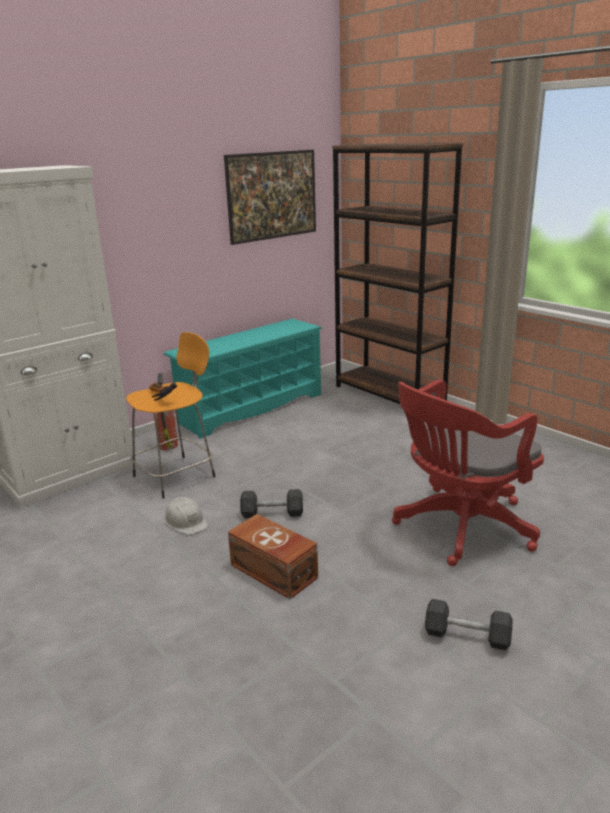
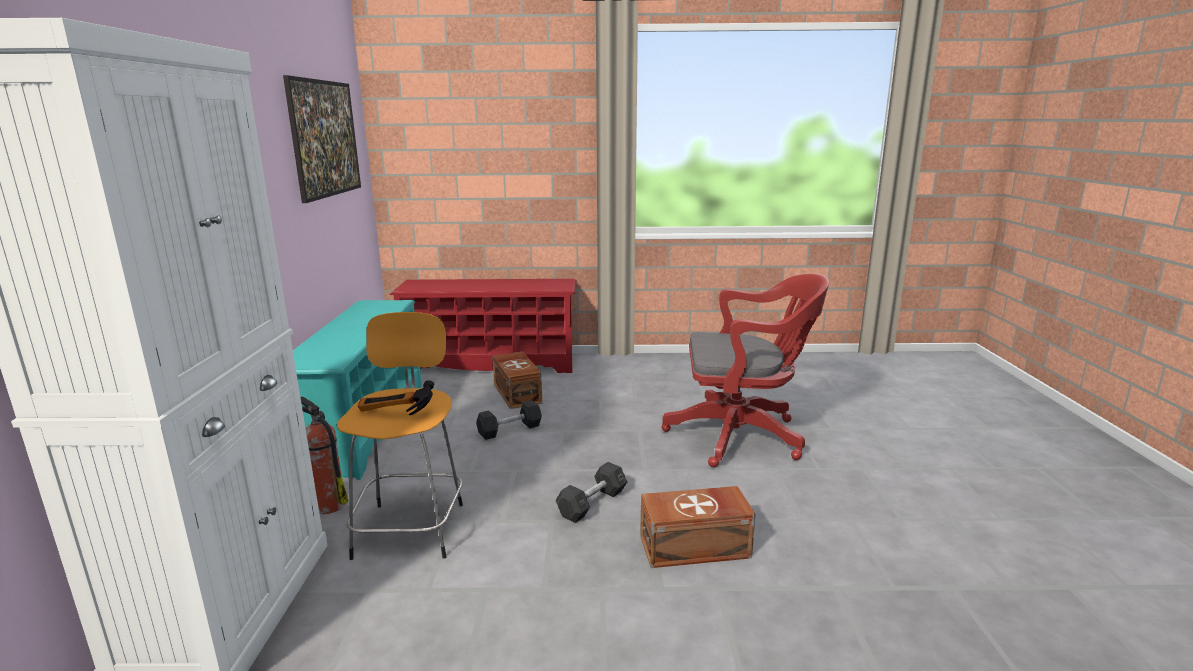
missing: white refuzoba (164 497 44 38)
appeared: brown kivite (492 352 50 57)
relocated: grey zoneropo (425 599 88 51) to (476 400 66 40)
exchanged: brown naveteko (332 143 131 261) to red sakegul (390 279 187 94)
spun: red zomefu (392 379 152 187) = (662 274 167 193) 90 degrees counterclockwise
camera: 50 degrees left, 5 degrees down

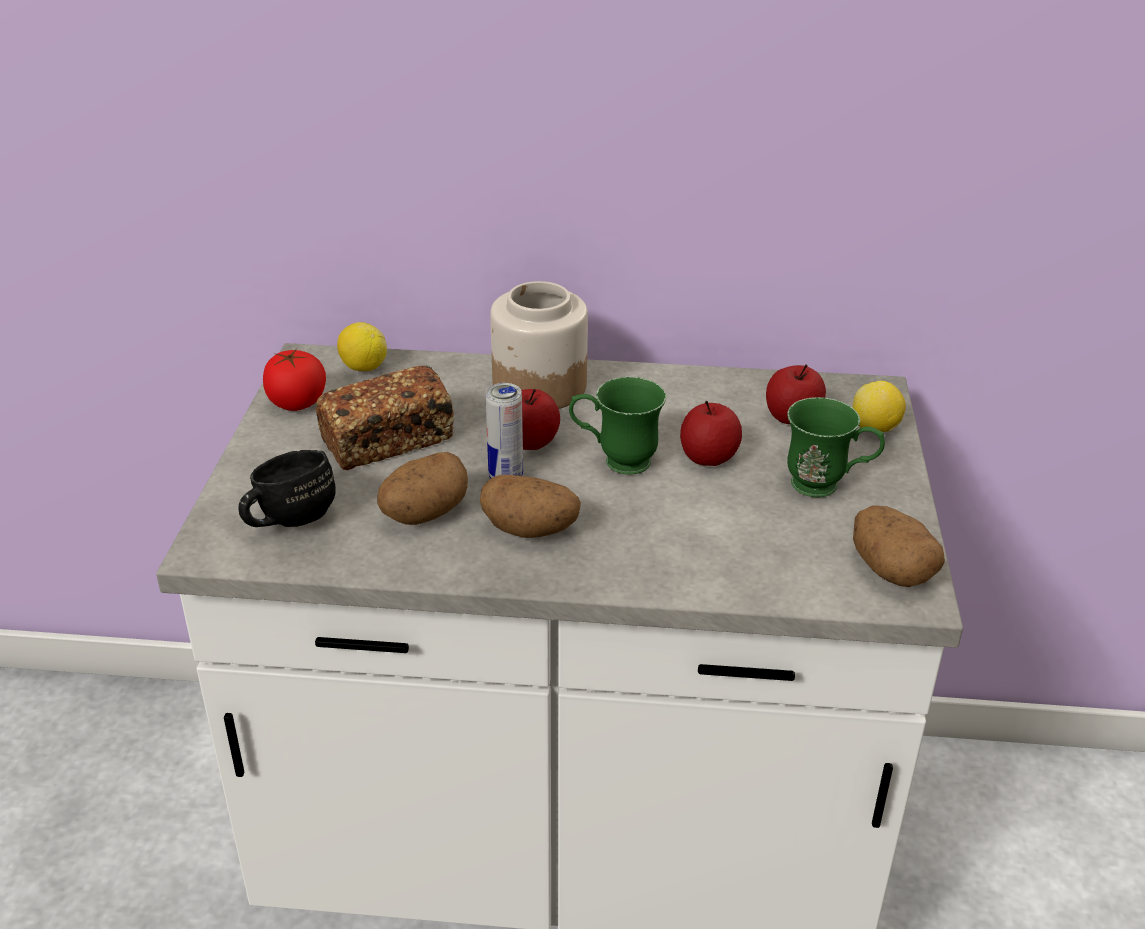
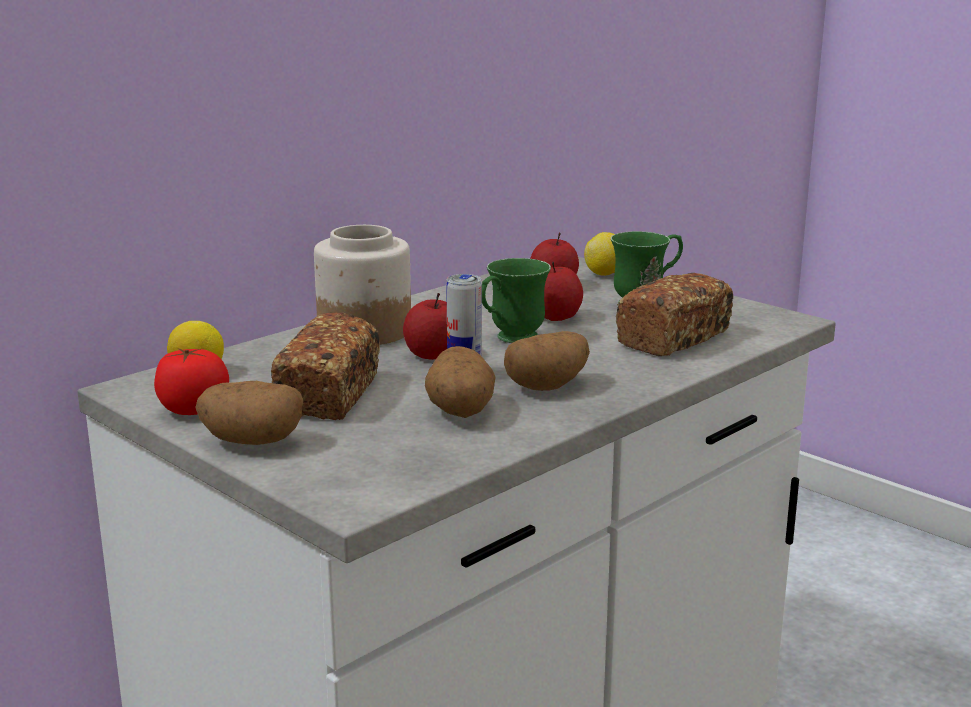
missing: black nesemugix (238 450 98 77)
appeared: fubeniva (616 273 117 83)
relocated: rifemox (853 505 92 82) to (195 381 108 64)
camera: 50 degrees left, 15 degrees down

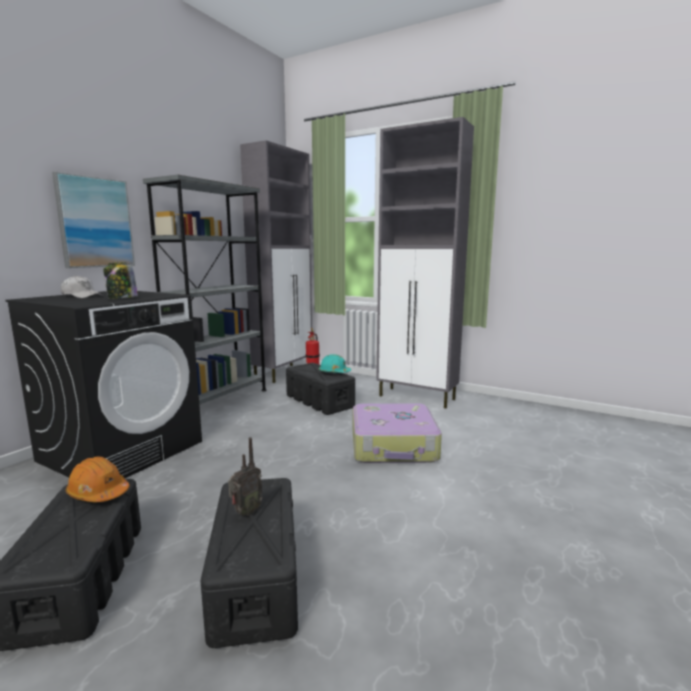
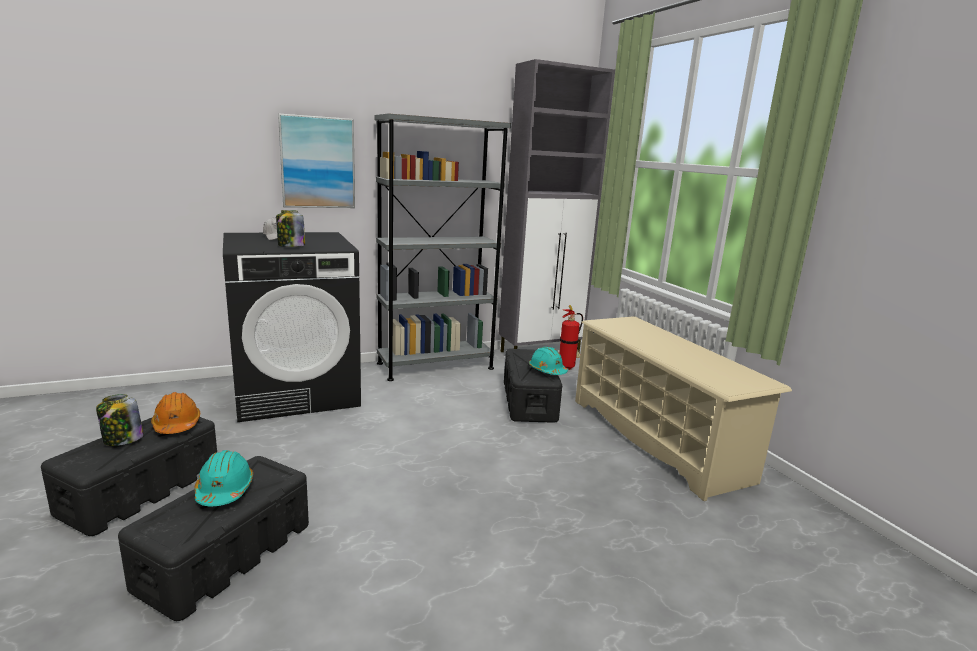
missing: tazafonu (353 403 89 60)
appeared: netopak (96 394 48 52)
exchanged: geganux (228 437 35 79) to turquoise refuzoba (194 450 59 56); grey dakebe (376 117 98 291) to beige sakegul (575 316 217 185)
camera: 35 degrees right, 5 degrees up

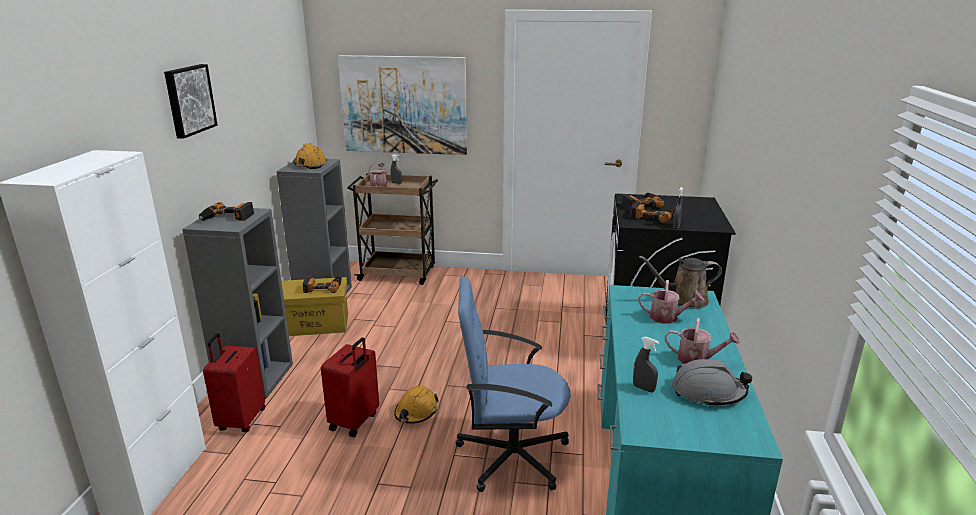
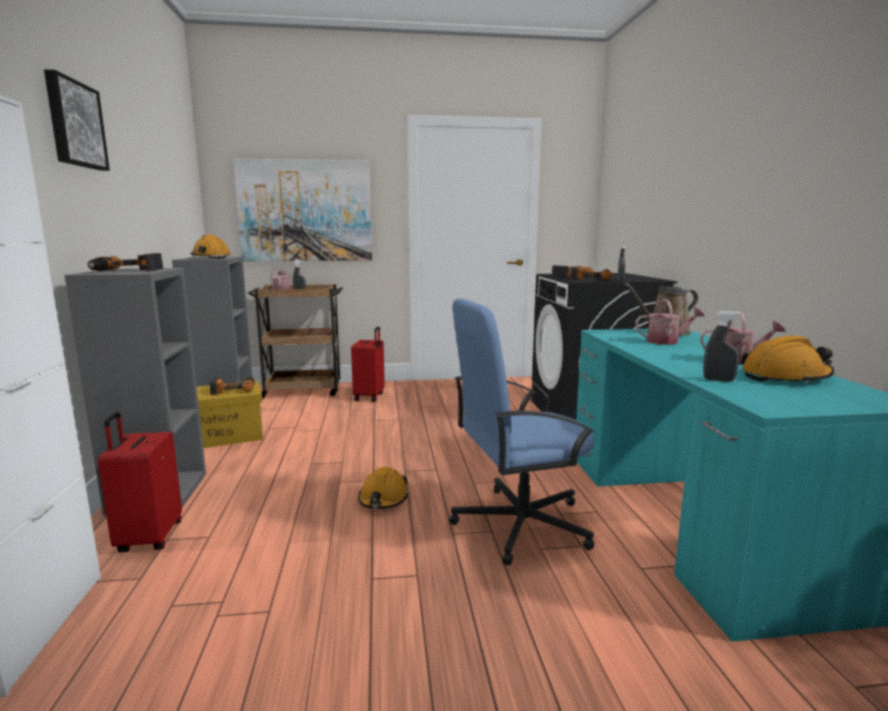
relocated: red tazafonu (321 337 58 100) to (351 327 34 75)
colour: grey refuzoba (672 359 80 48) to orange refuzoba (741 336 93 48)
camera: 15 degrees left, 10 degrees down

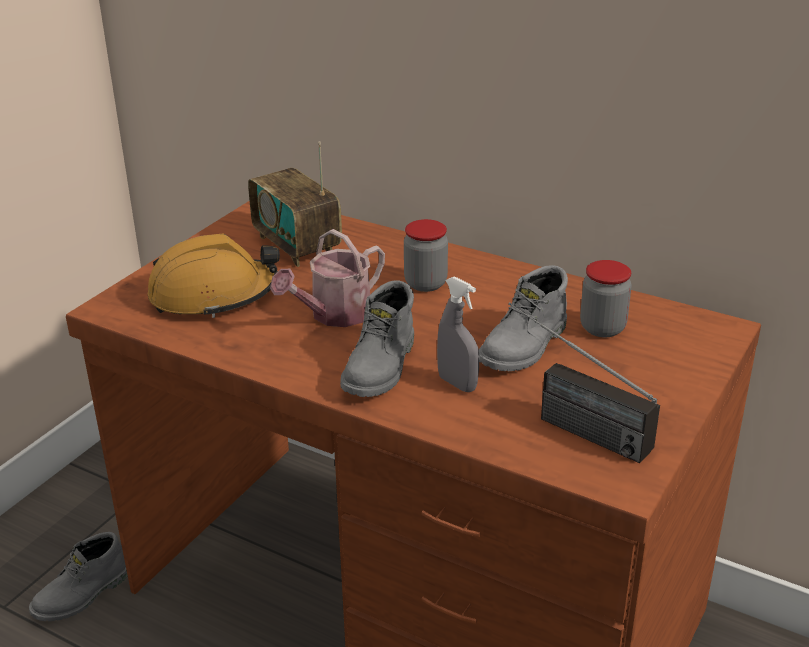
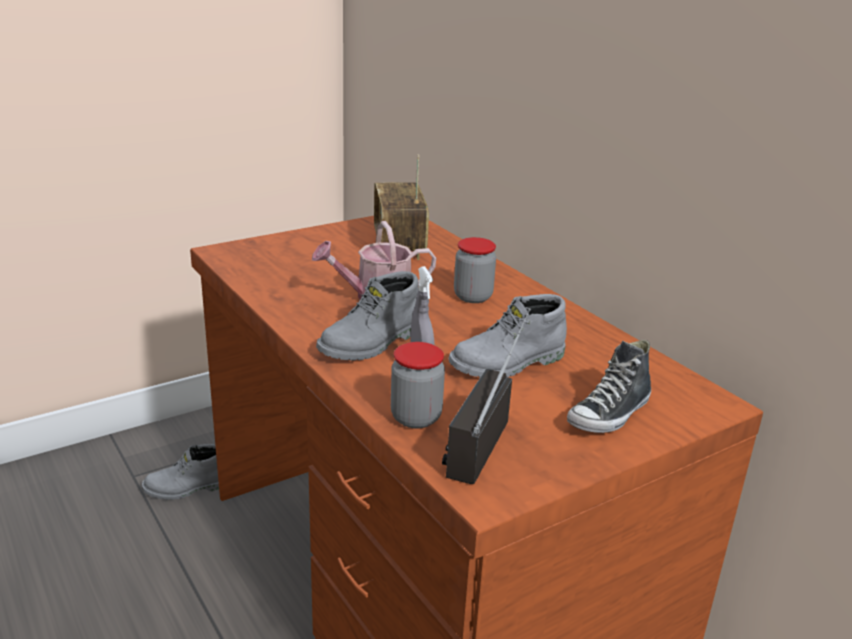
missing: orange refuzoba (148 234 132 84)
appeared: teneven (567 340 84 93)
relocated: netopak (580 260 52 77) to (391 342 54 86)
spun: geganux (508 302 152 161) = (442 308 89 176) 45 degrees clockwise
camera: 25 degrees right, 5 degrees down

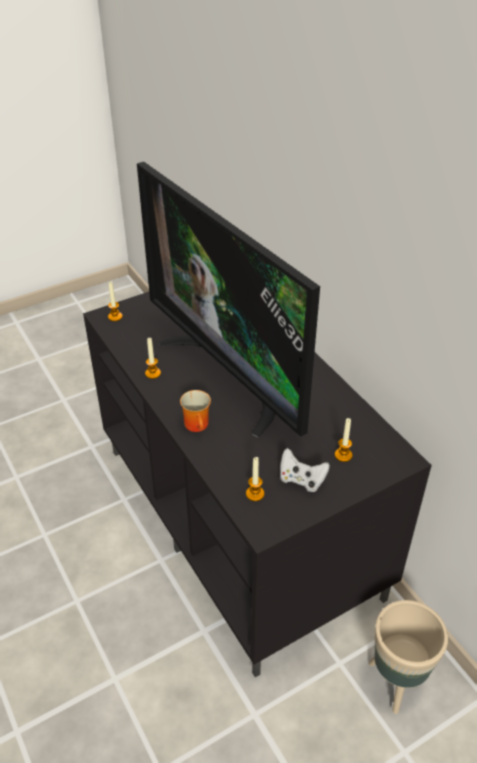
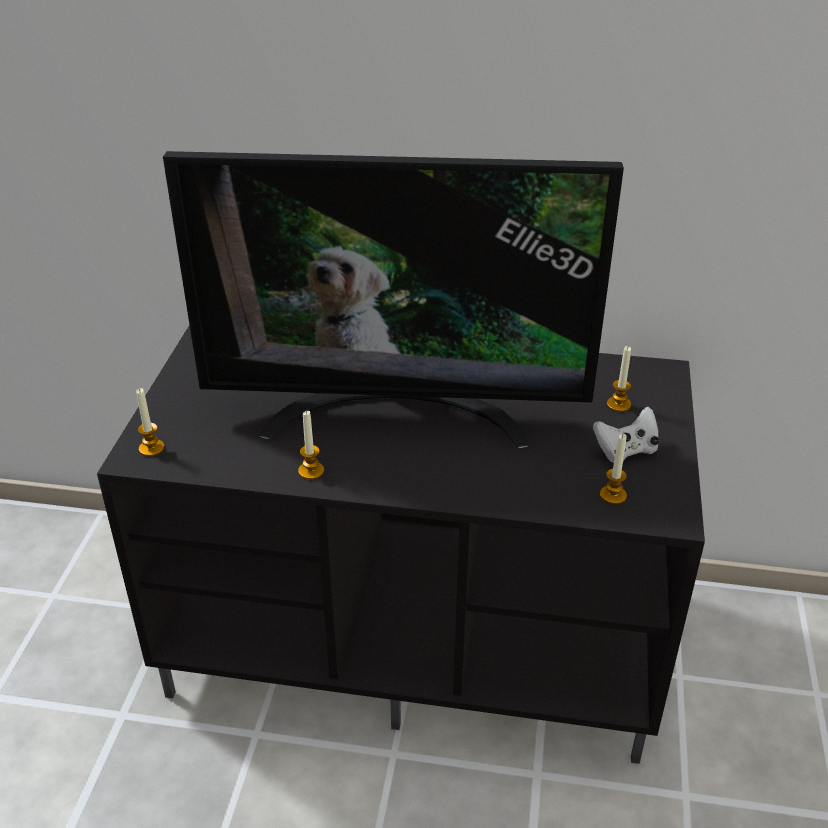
missing: nesemugix (180 390 31 42); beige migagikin (369 600 79 114)
camera: 50 degrees left, 5 degrees down

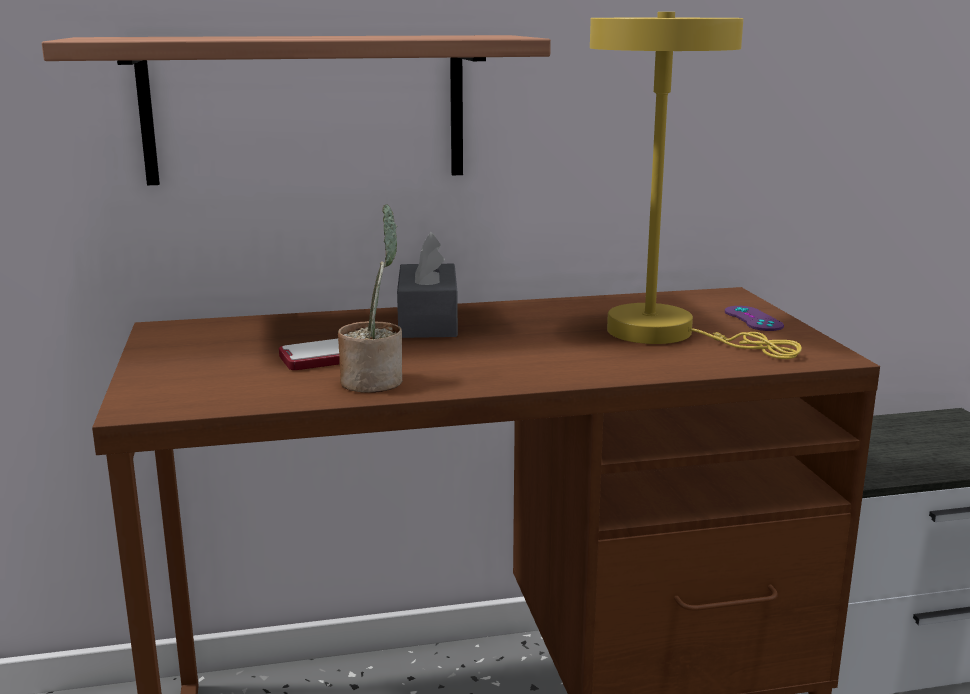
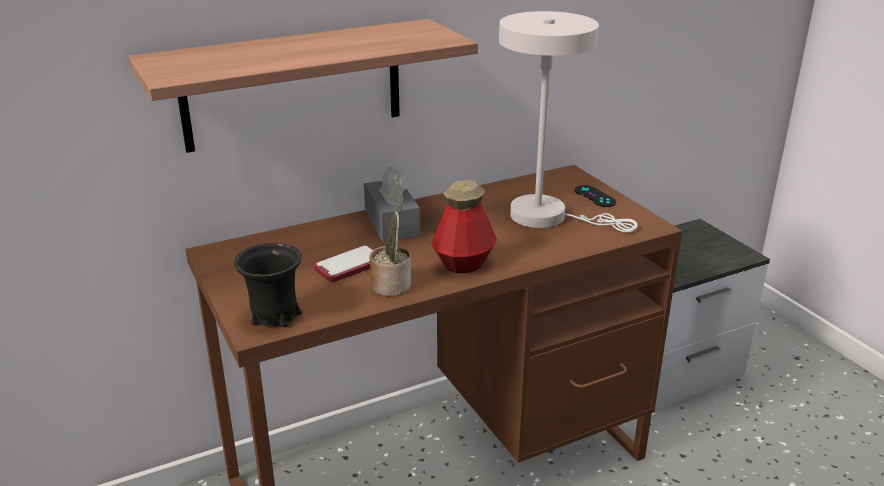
appeared: black nesemugix (234 243 68 84); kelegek (431 180 66 93)
colour: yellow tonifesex (590 12 212 347) to white tonifesex (499 11 138 221); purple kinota (725 306 59 25) to black kinota (575 185 41 22)
camera: 15 degrees left, 10 degrees up

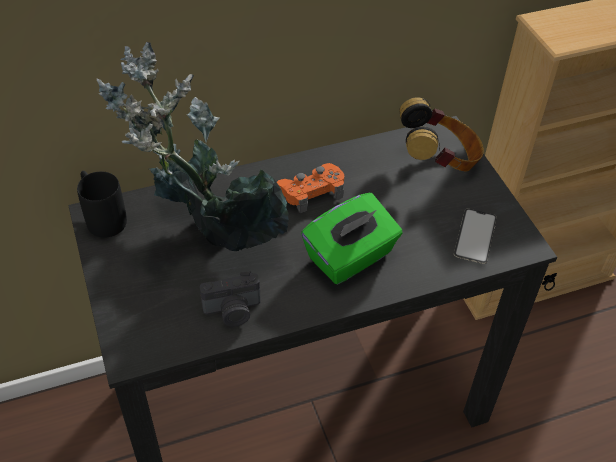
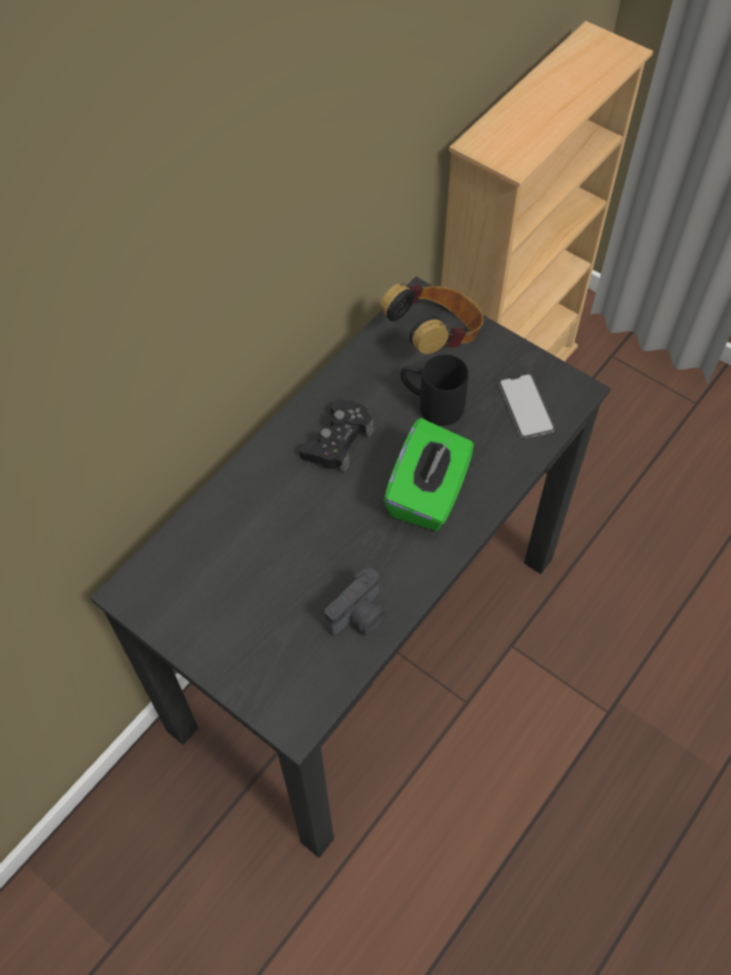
missing: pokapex (97 42 192 209)
relocated: black nesemugix (77 171 50 67) to (401 354 67 72)
colour: orange kinota (277 163 67 50) to black kinota (299 400 75 73)
camera: 30 degrees left, 10 degrees up

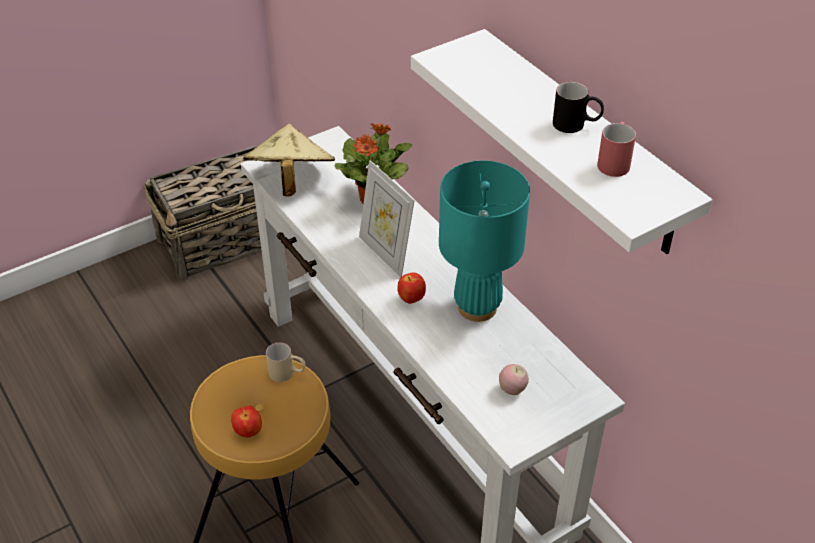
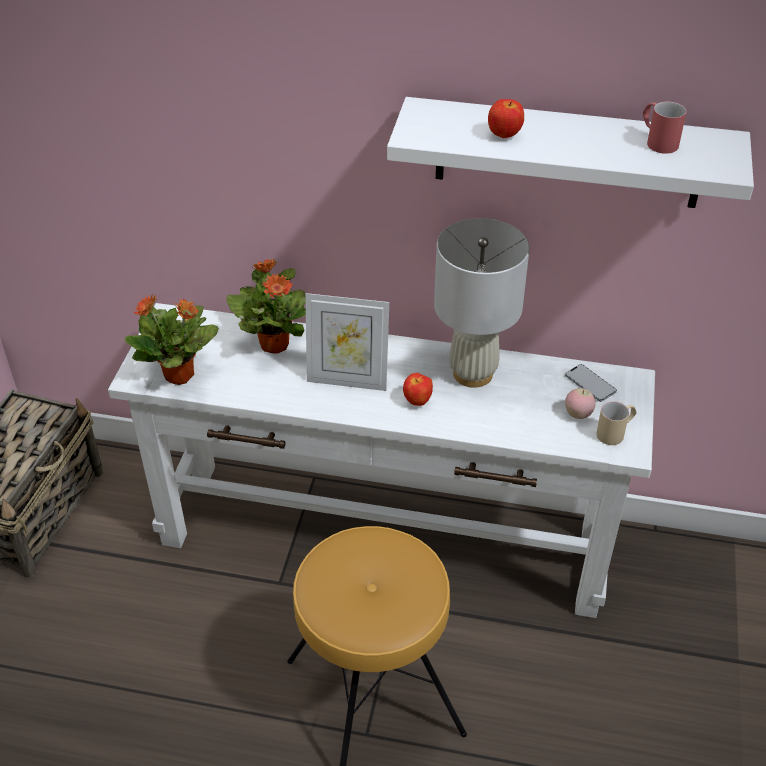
missing: black nesemugix (553 82 51 51)
appeared: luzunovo (565 364 52 38)
relocated: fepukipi (231 405 31 32) to (488 99 36 39); beige nesemugix (266 342 40 40) to (596 401 40 44)
exchanged: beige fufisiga (243 124 92 72) to pokapex (124 294 95 91)
colour: turquoise tonifesex (439 161 91 161) to white tonifesex (434 218 96 170)
camera: 45 degrees left, 0 degrees up

